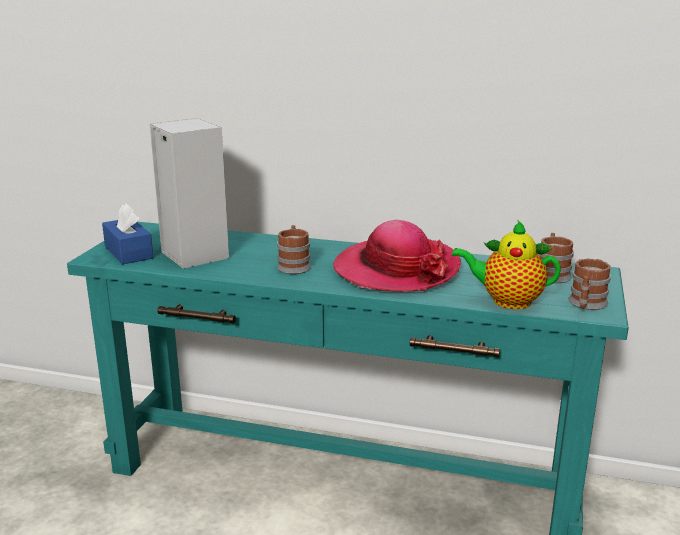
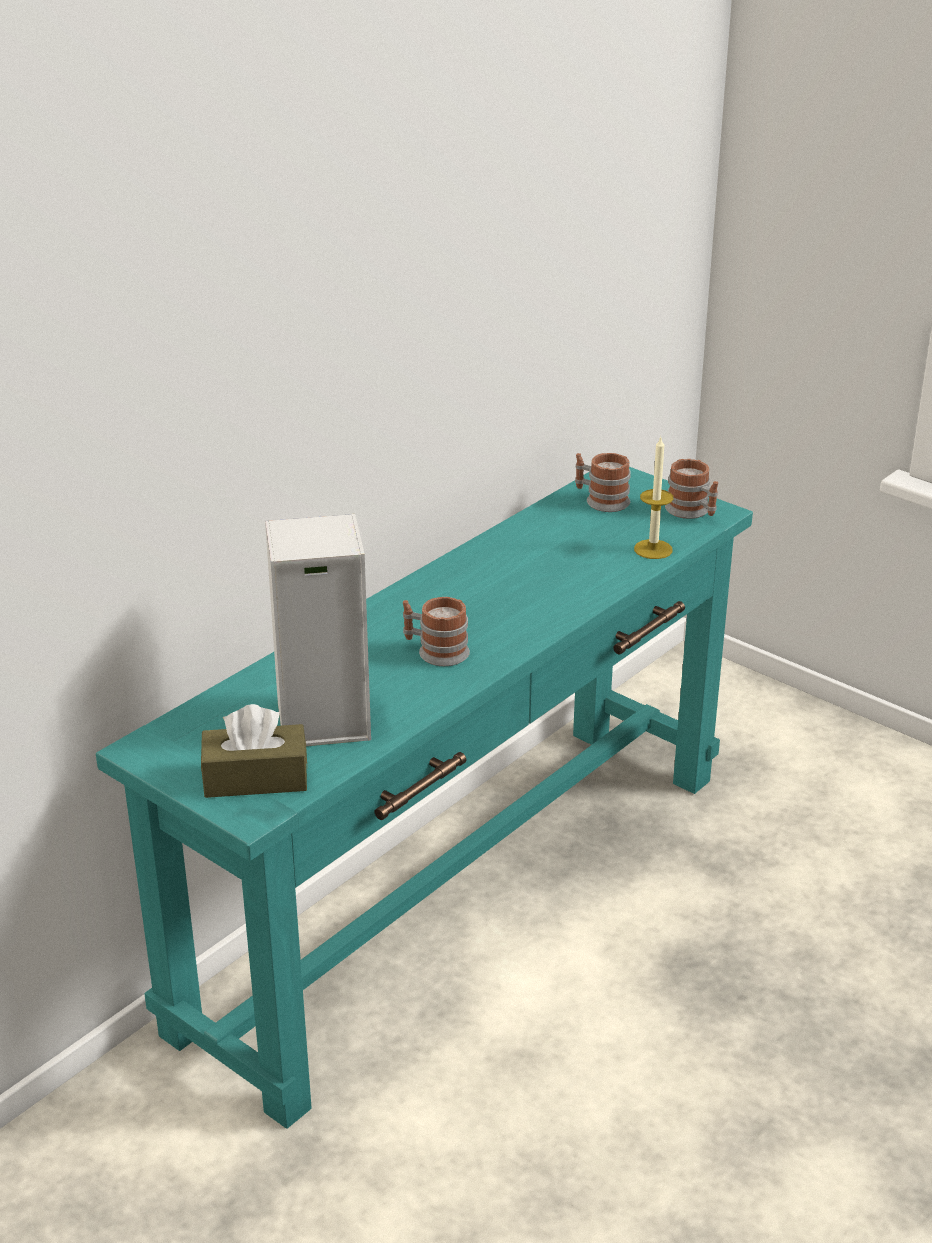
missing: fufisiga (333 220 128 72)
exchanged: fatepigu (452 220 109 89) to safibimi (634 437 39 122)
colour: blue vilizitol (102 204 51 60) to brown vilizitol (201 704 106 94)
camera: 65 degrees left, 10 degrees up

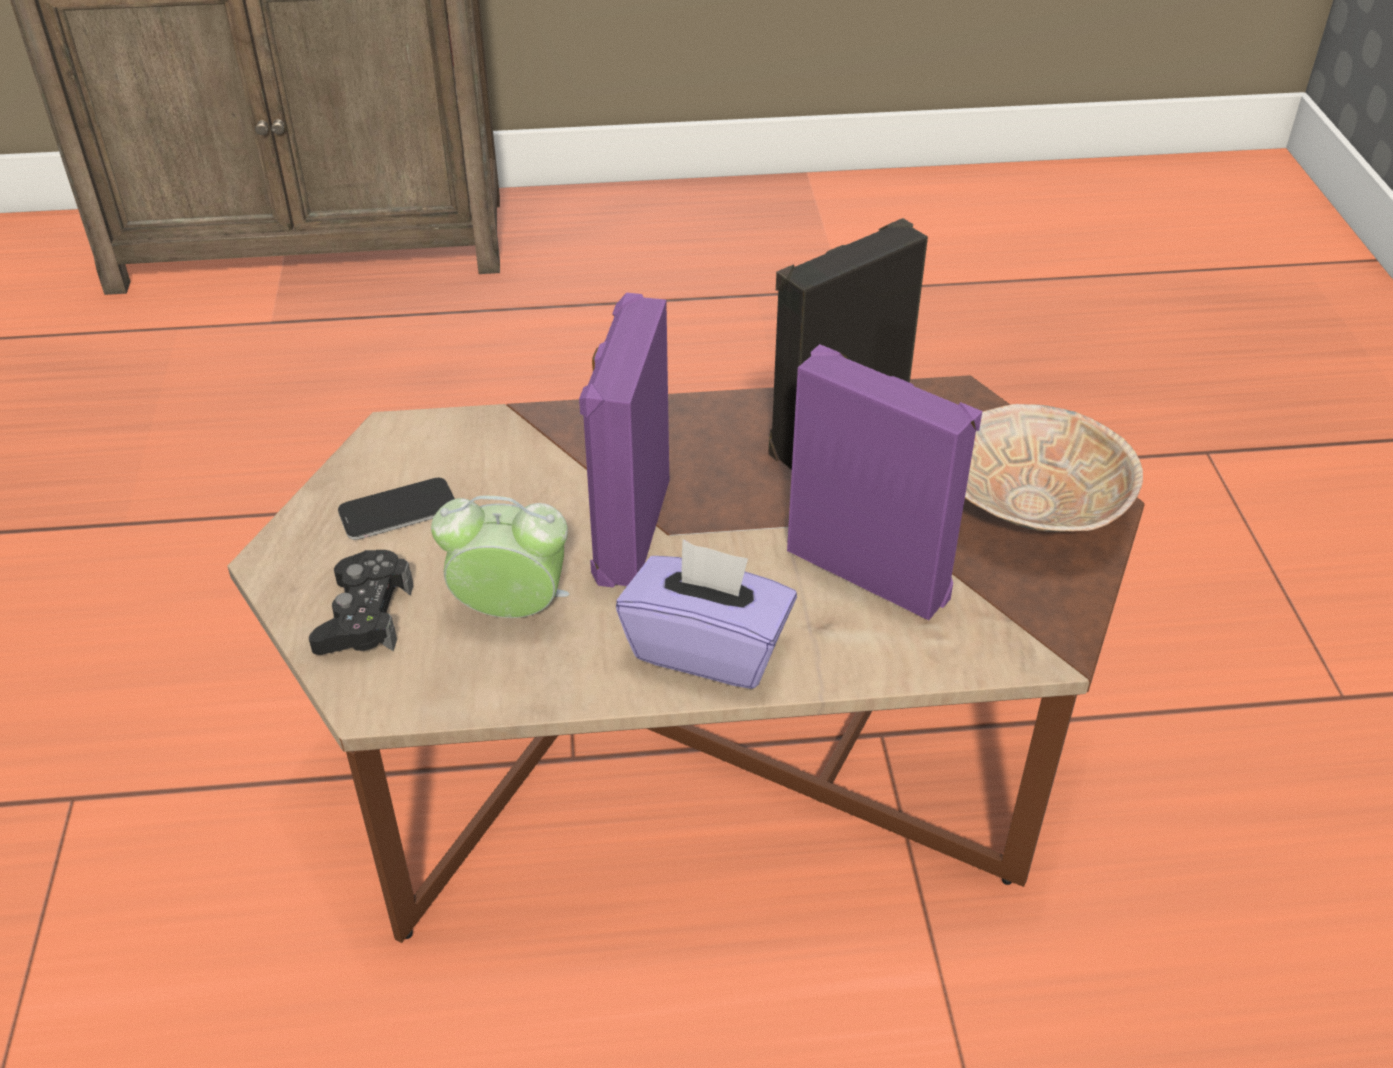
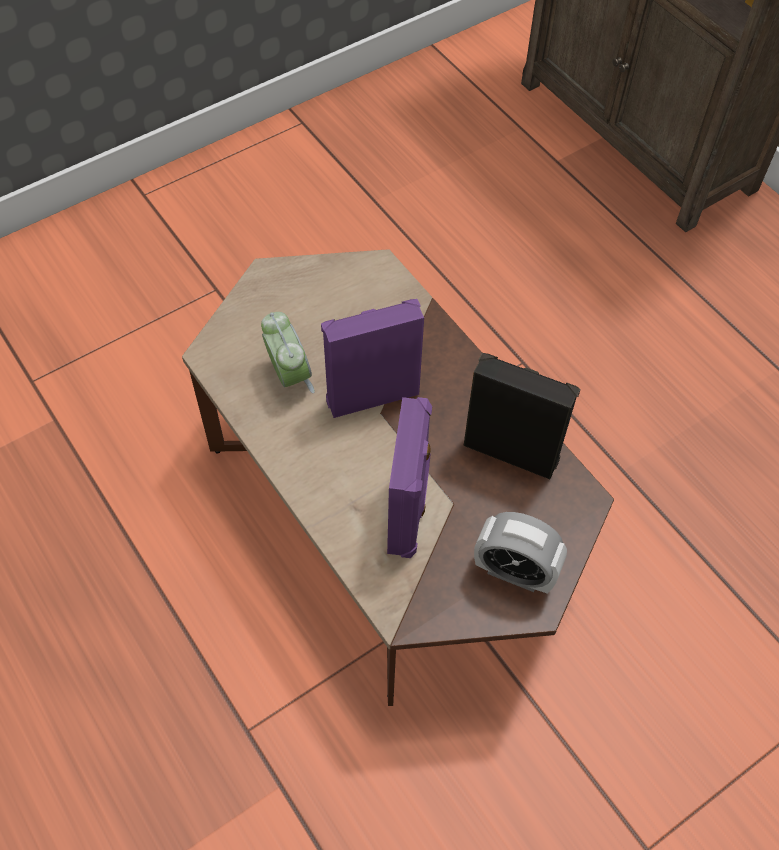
missing: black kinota (309 550 105 105); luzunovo (338 478 117 62); purple vilizitol (616 540 181 149)
exchanged: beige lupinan (965 404 178 128) to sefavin (474 512 93 82)
camera: 60 degrees right, 15 degrees up

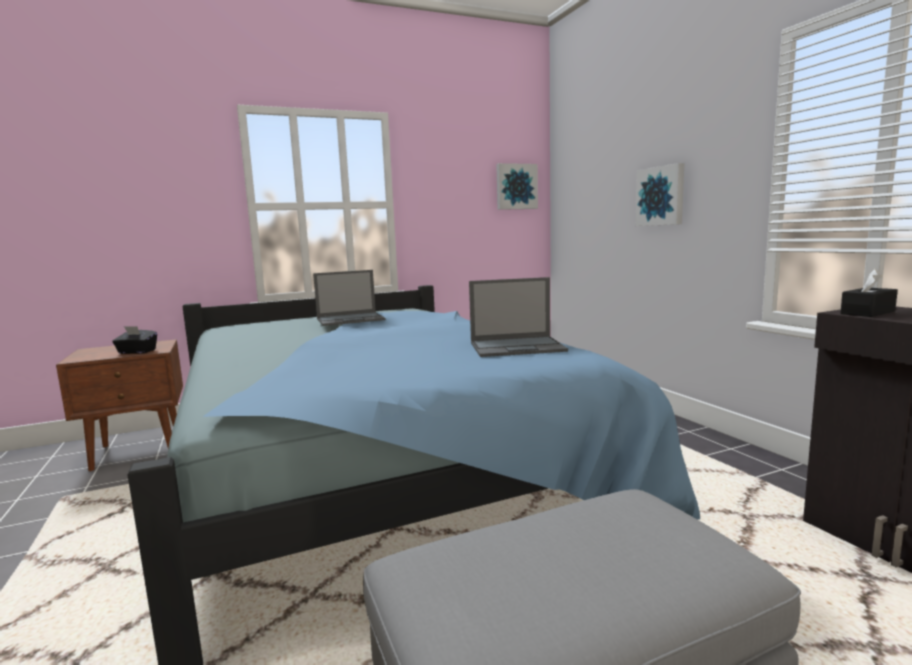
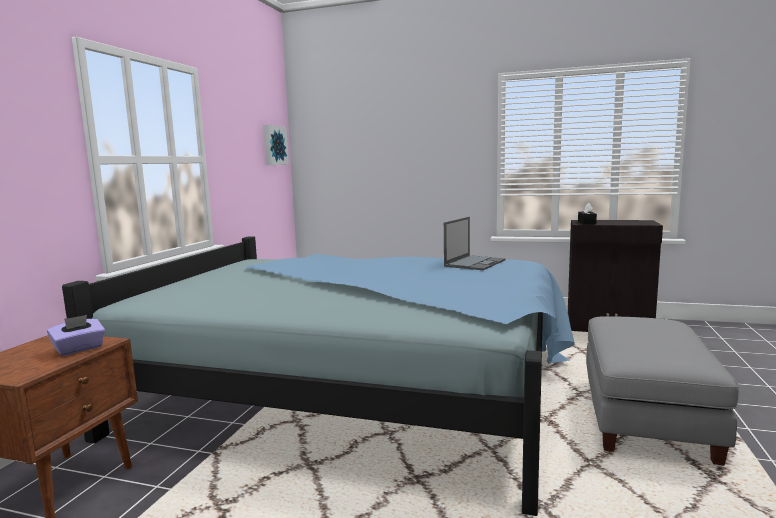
missing: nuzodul (313 270 73 56); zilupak (635 163 49 63)
colour: black vilizitol (112 326 45 28) to purple vilizitol (47 315 58 41)
camera: 50 degrees left, 0 degrees up

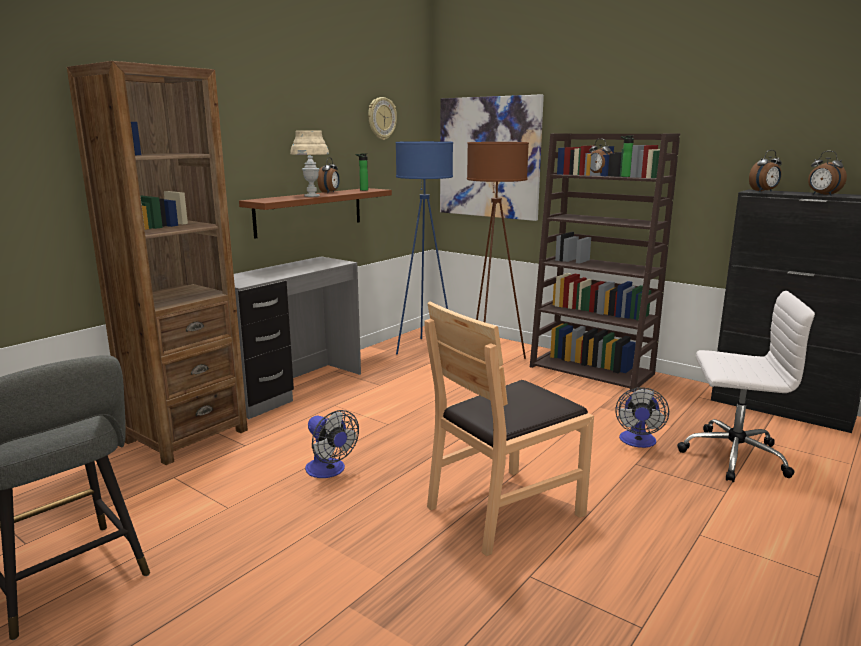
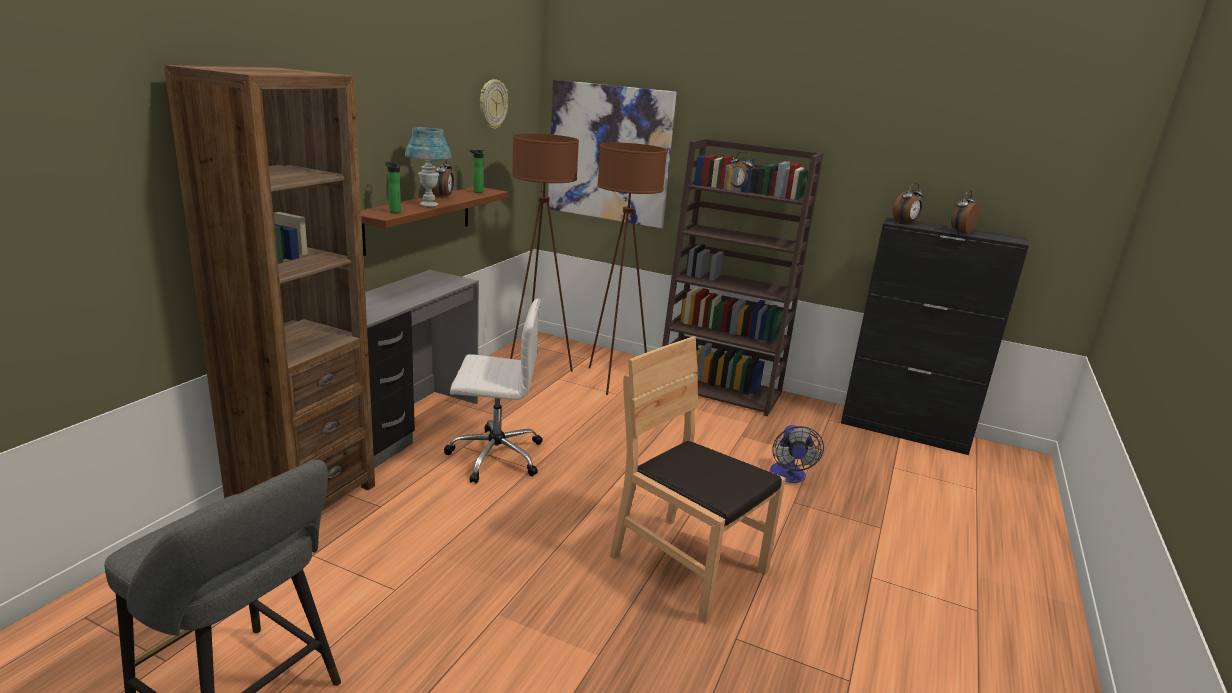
missing: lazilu (305 410 54 68)
relocated: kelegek (621 136 13 41) to (385 162 16 51); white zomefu (677 291 138 191) to (444 299 98 185)
colour: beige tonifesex (290 131 39 66) to blue tonifesex (405 127 46 80); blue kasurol (395 141 58 214) to brown kasurol (510 133 69 239)
spun: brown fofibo (424 301 170 255) = (610 336 176 288) 90 degrees clockwise; sefavin (808 151 39 45) = (951 191 29 43) 90 degrees clockwise
camera: 15 degrees left, 5 degrees up

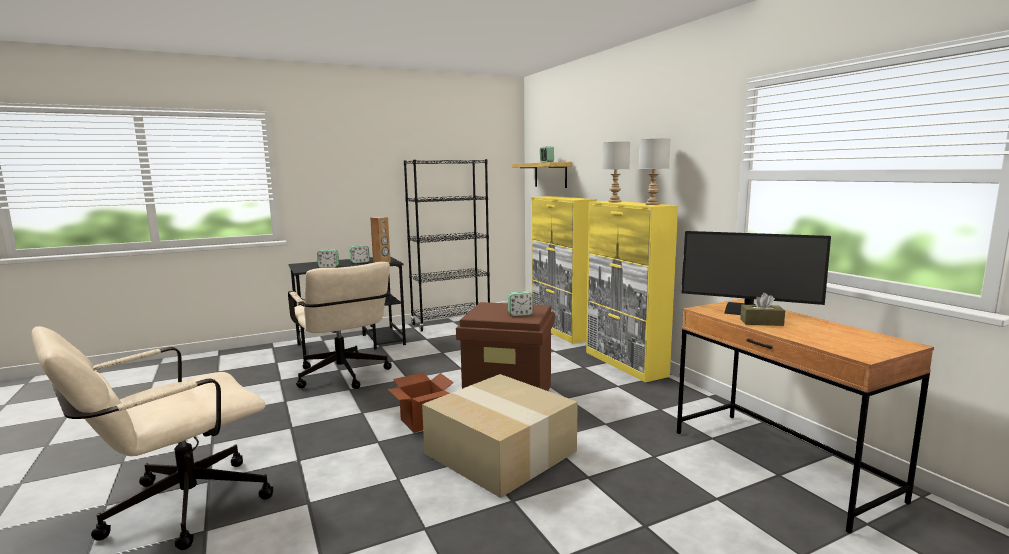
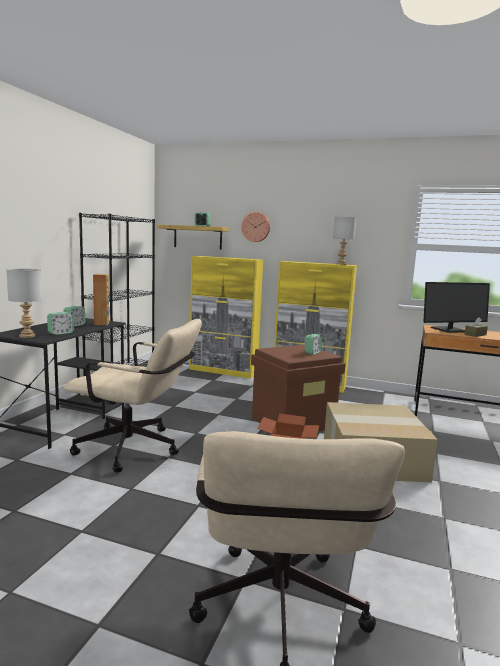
appeared: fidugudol (241 212 29 30)
relocated: grey tonifesex (602 142 28 60) to (6 269 36 69)
camera: 45 degrees left, 0 degrees up

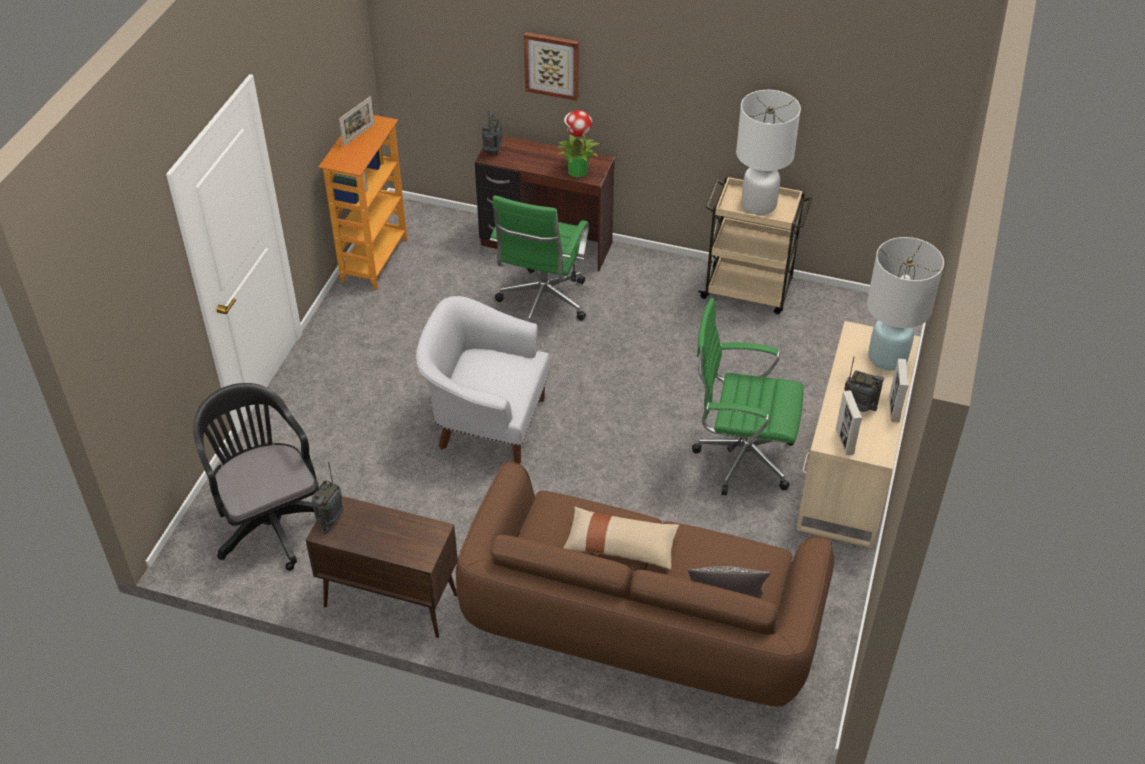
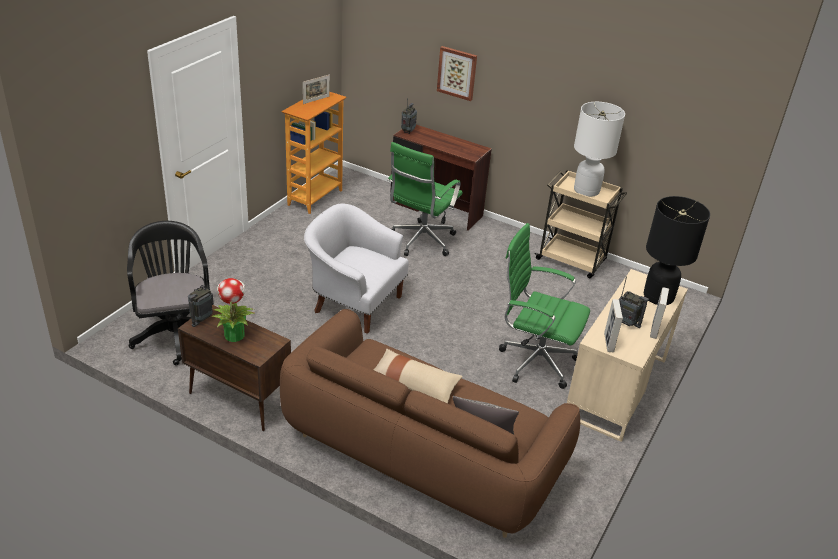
relocated: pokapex (557 110 43 67) to (212 278 43 64)
colour: white tonifesex (867 237 77 133) to black tonifesex (644 196 66 109)
camera: 10 degrees right, 10 degrees down

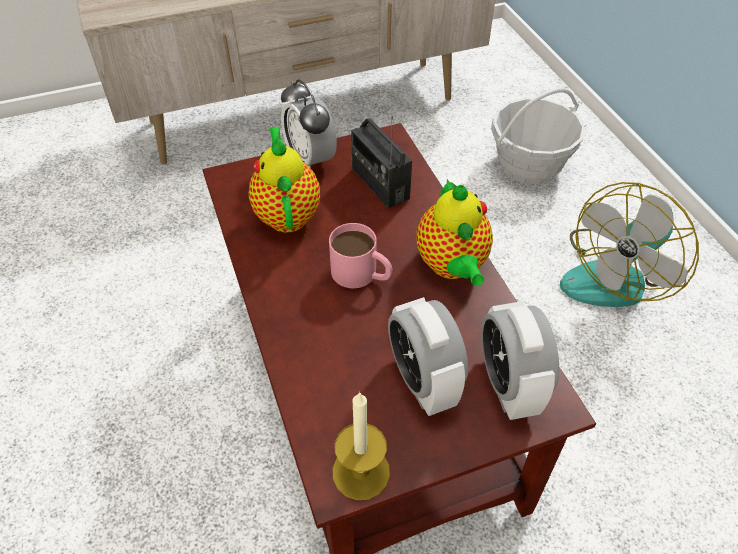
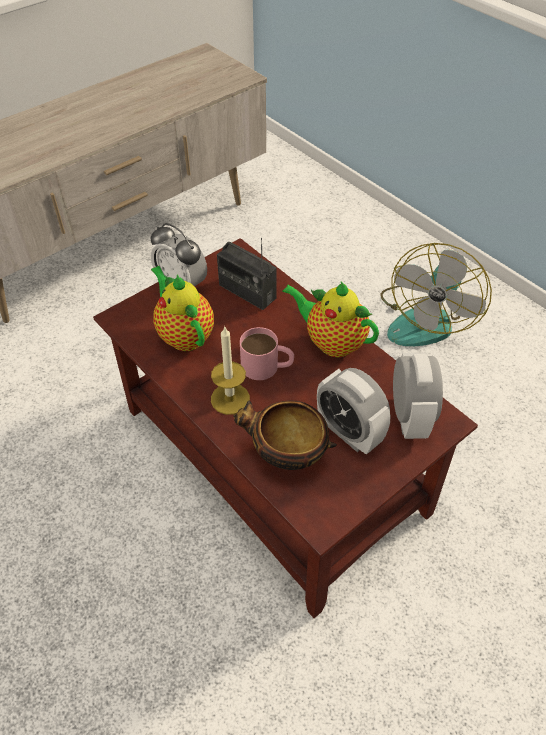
missing: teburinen (491 88 94 96)
appeared: lupinan (233 401 104 69)
relocated: safibimi (333 391 57 109) to (211 326 39 89)
spun: fatepigu (416 179 77 107) = (282 281 97 76) 150 degrees clockwise; sefavin (481 301 78 119) = (393 353 50 86) 150 degrees counterclockwise
camera: 20 degrees left, 0 degrees up

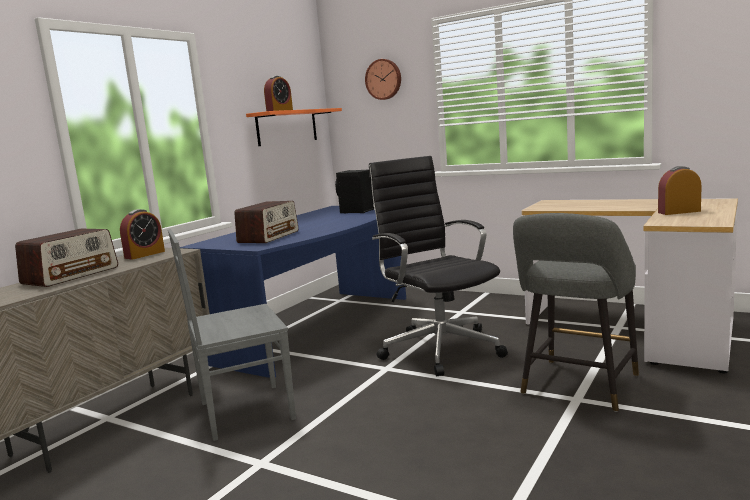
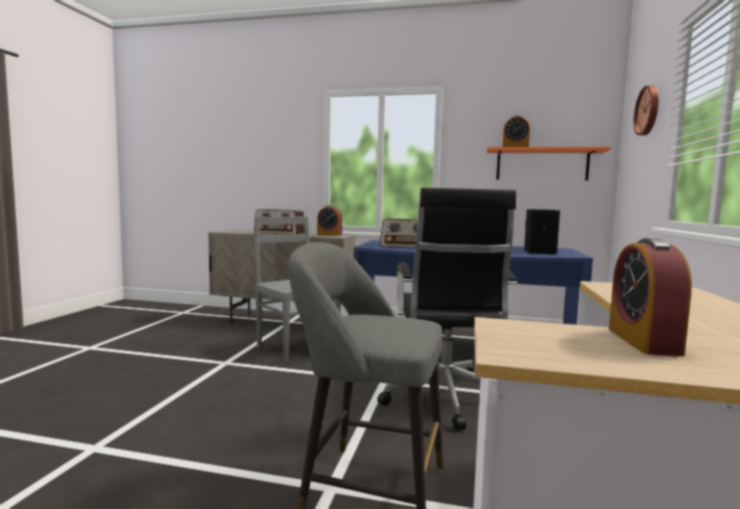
spun: black zomefu (369 156 139 220) = (377 188 140 242) 135 degrees clockwise; sefavin (658 166 44 49) = (609 238 83 118) 150 degrees counterclockwise
camera: 70 degrees right, 5 degrees down

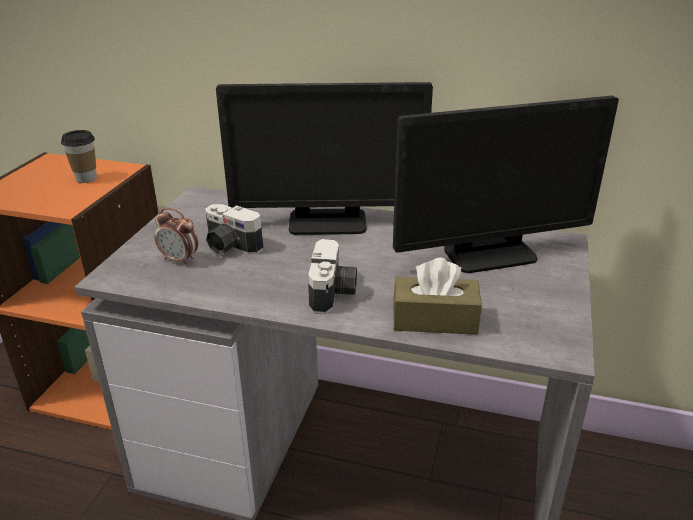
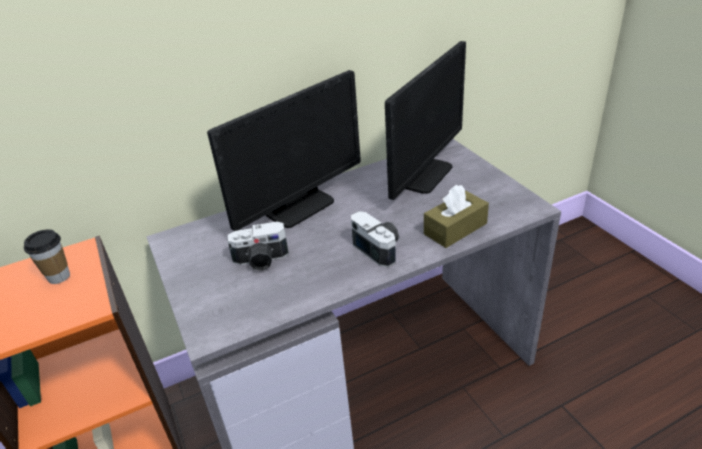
missing: sefavin (154 208 44 58)
camera: 40 degrees left, 5 degrees up

